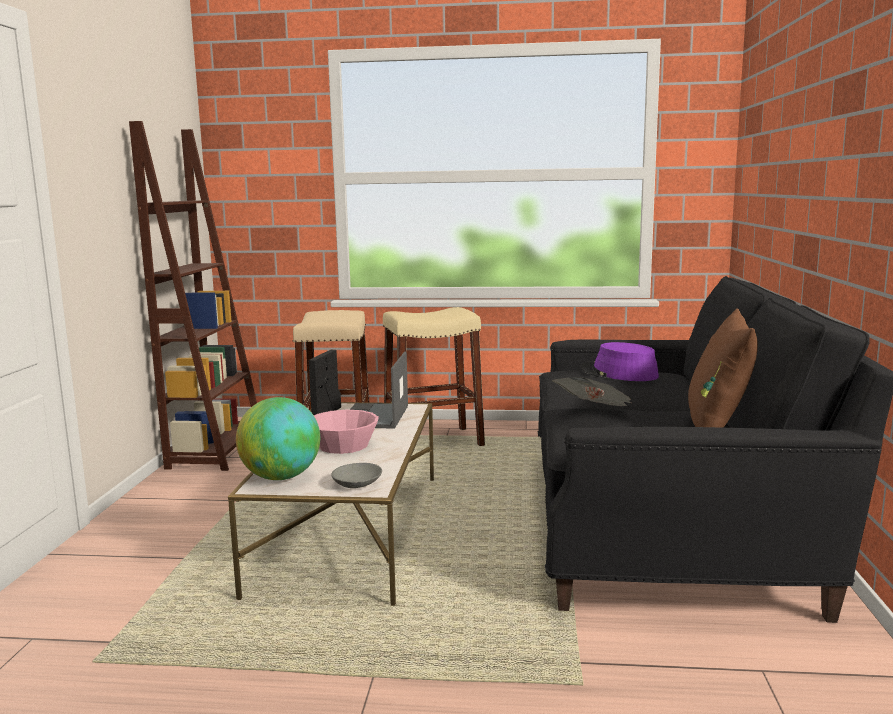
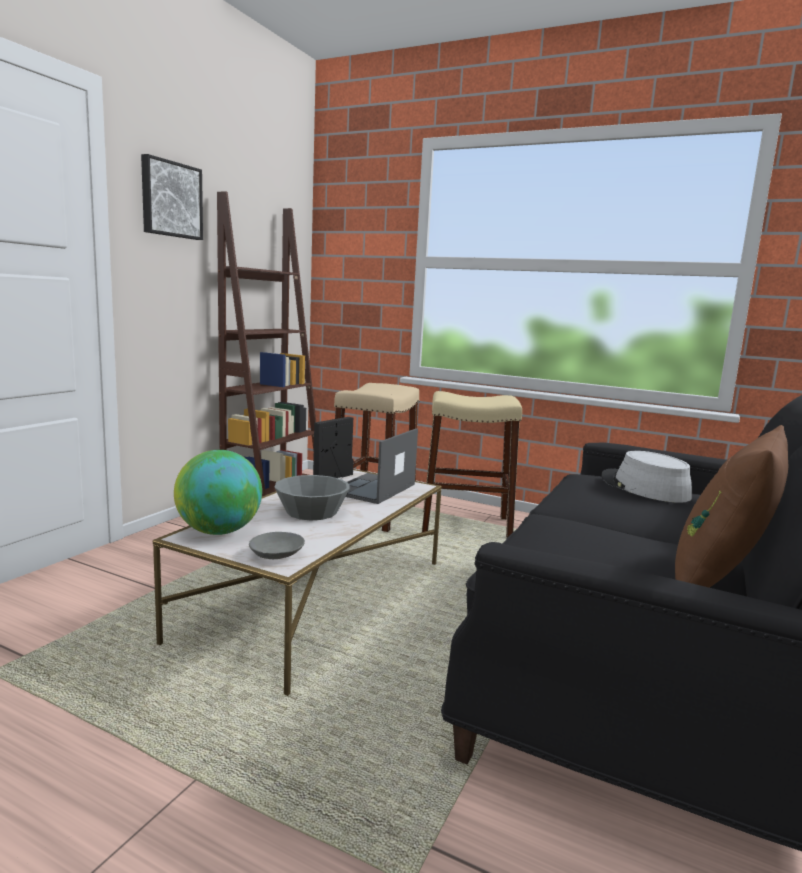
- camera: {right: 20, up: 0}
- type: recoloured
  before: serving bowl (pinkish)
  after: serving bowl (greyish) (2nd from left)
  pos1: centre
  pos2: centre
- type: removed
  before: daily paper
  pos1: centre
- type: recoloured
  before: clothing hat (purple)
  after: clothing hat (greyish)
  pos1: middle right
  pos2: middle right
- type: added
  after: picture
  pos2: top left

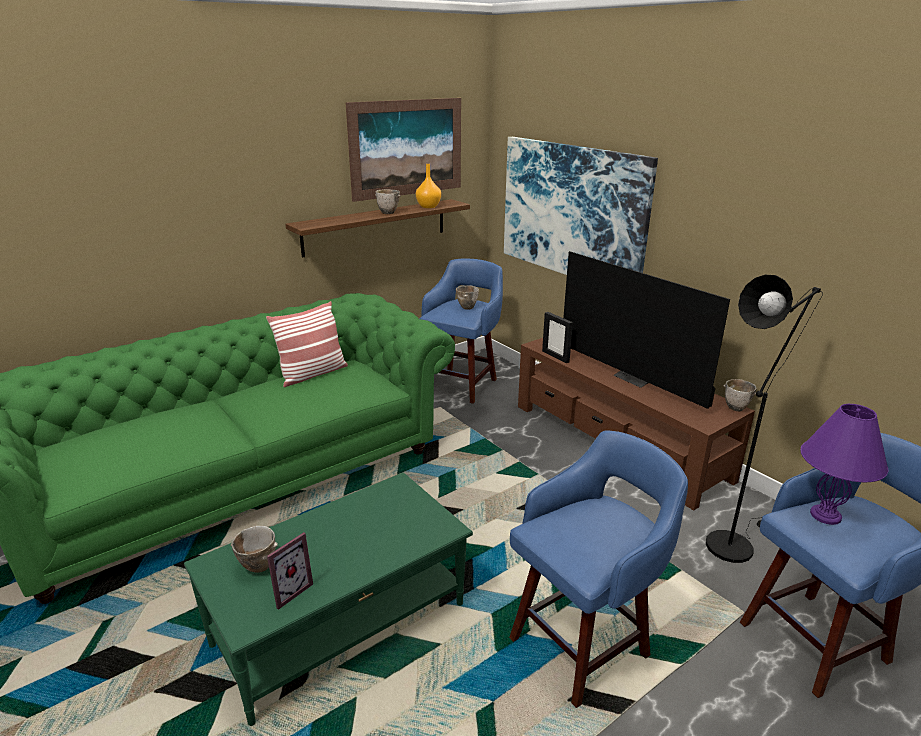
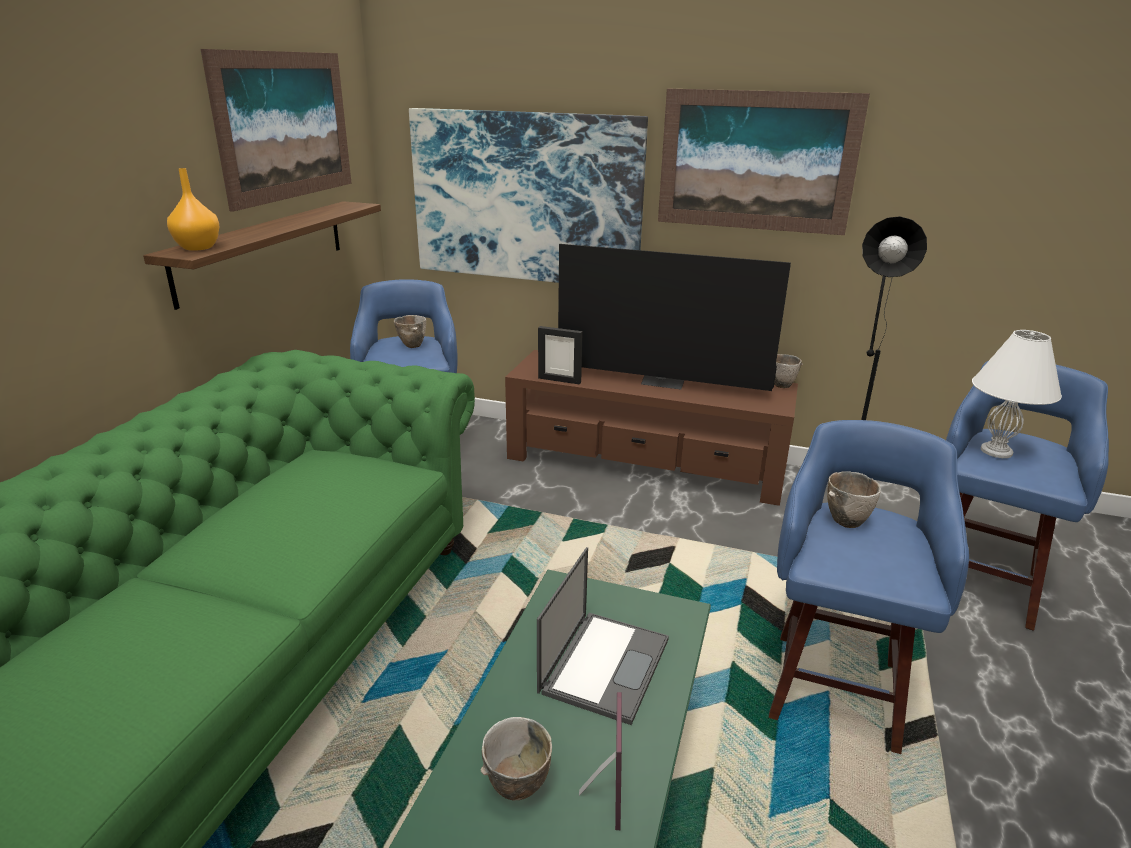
- camera: {right: -35, up: 0}
- type: removed
  before: throw pillow
  pos1: centre
- type: moved
  before: serving bowl (2nd from left in the first image)
  after: serving bowl (4th from left)
  pos1: top centre
  pos2: middle right
- type: moved
  before: vase (orange)
  pos1: top centre
  pos2: top left
- type: recoloured
  before: tabletop lamp (purple)
  after: tabletop lamp (white-coloured)
  pos1: middle right
  pos2: middle right
- type: added
  after: laptop
  pos2: bottom centre
- type: added
  after: picture (3rd from left)
  pos2: top right

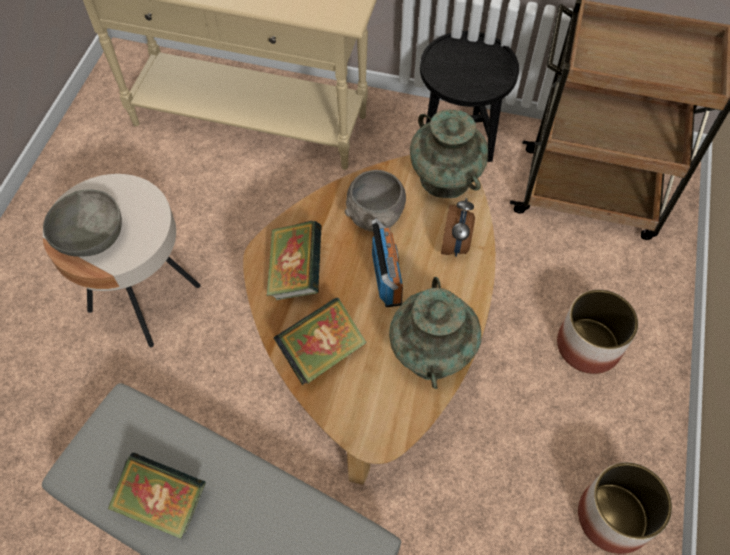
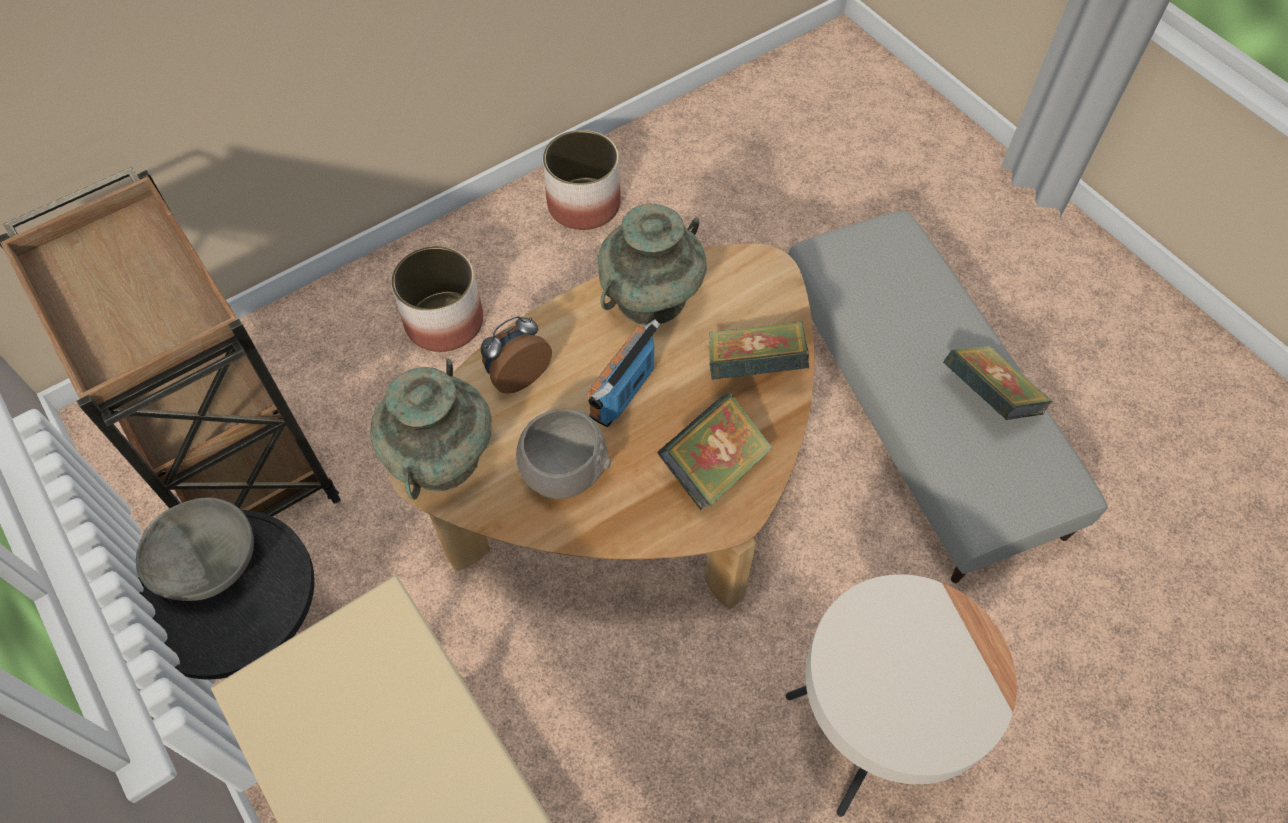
- camera: {right: -140, up: 0}
- type: moved
  before: serving bowl (greyish) (1st from left)
  pos1: middle left
  pos2: bottom left

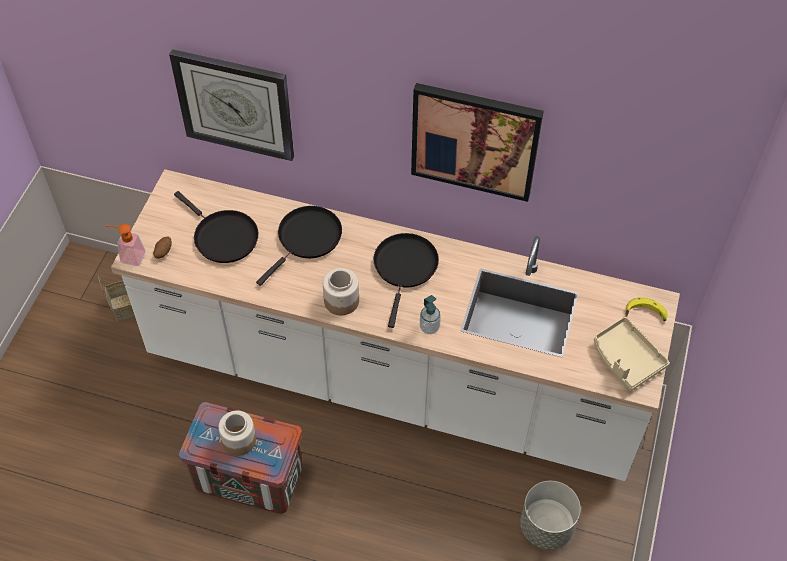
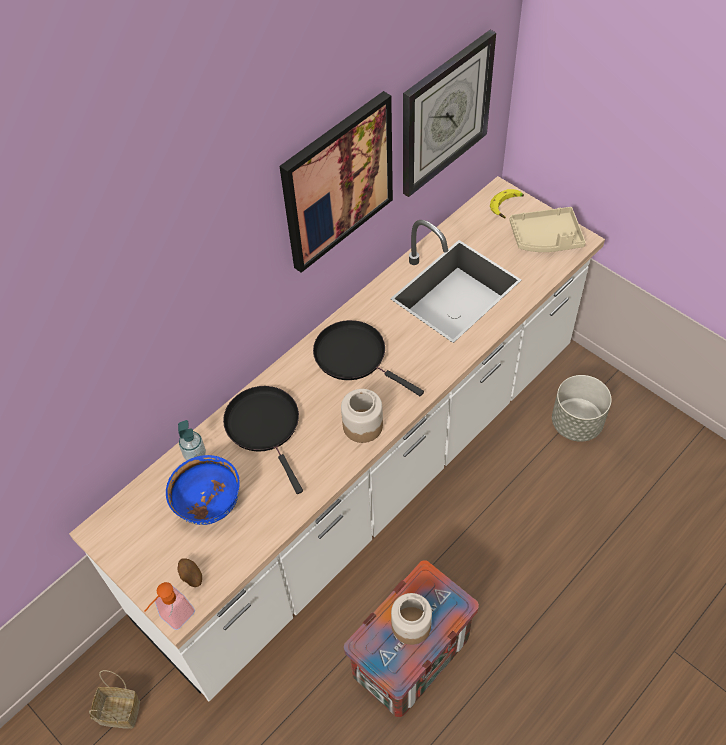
- camera: {right: -60, up: 0}
- type: moved
  before: hanging clock
  pos1: top left
  pos2: top centre
- type: replaced
  before: pan (black-coloured) (1st from left)
  after: serving bowl (blue-coloured)
  pos1: middle left
  pos2: middle left
- type: moved
  before: liquid soap bottle (2nd from left)
  pos1: centre
  pos2: middle left

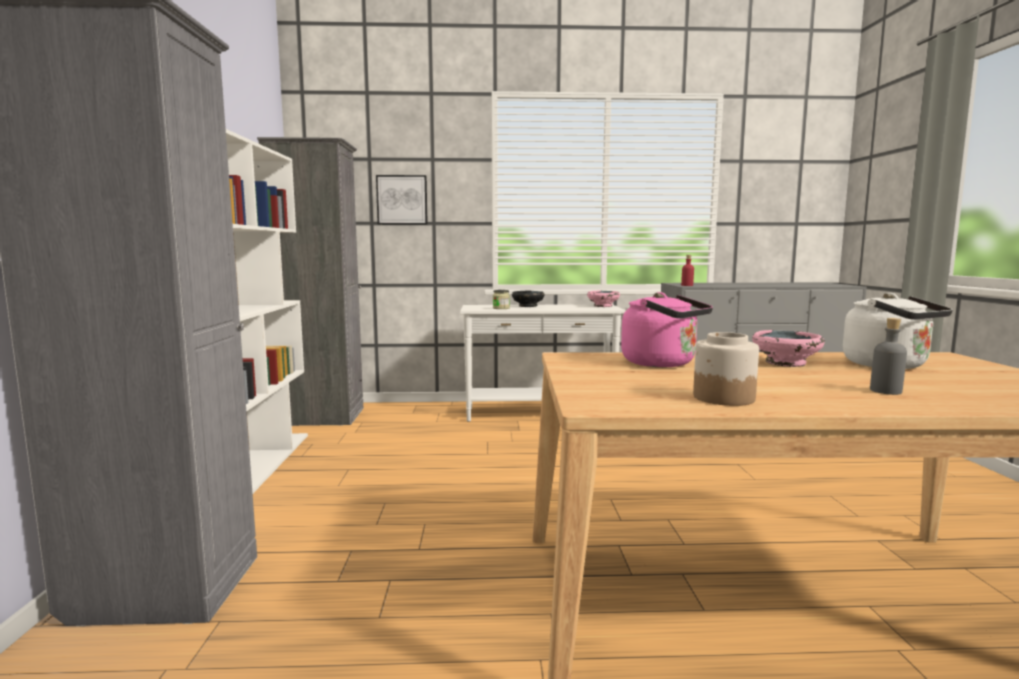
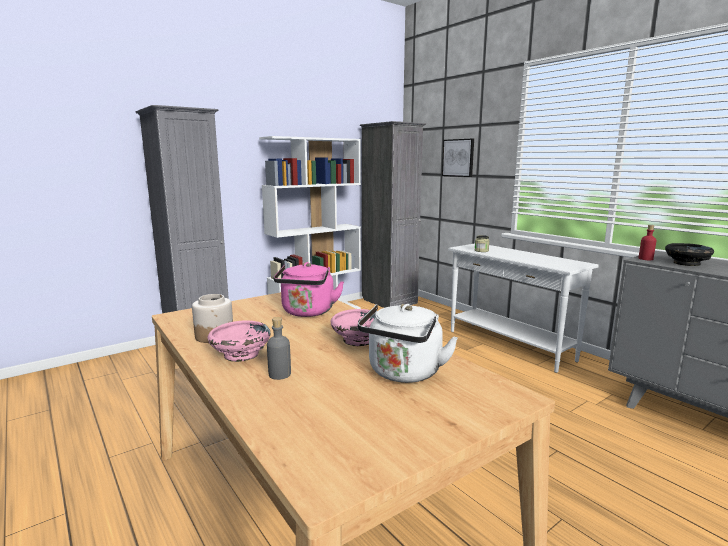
- camera: {right: 55, up: 5}
- type: moved
  before: serving bowl (black-coloured)
  pos1: centre
  pos2: middle right
- type: moved
  before: serving bowl (pinkish) (1st from left)
  pos1: centre
  pos2: middle left

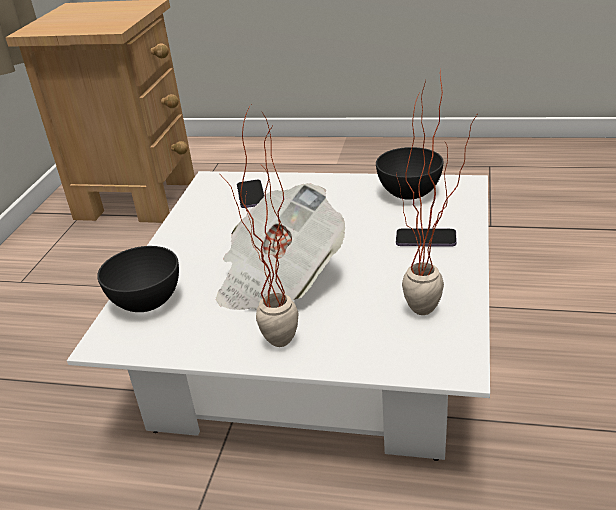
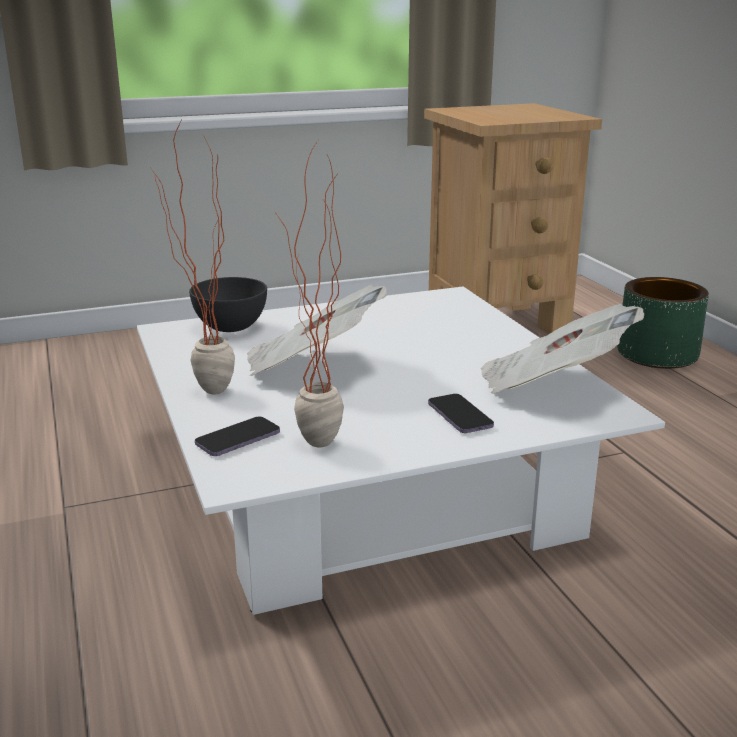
- camera: {right: 55, up: -10}
- type: moved
  before: handset (1st from left)
  pos1: centre
  pos2: middle left
- type: replaced
  before: serving bowl (greyish) (2nd from left)
  after: daily paper (2nd from left)
  pos1: centre
  pos2: middle right
- type: added
  after: flower pot (green)
  pos2: middle right

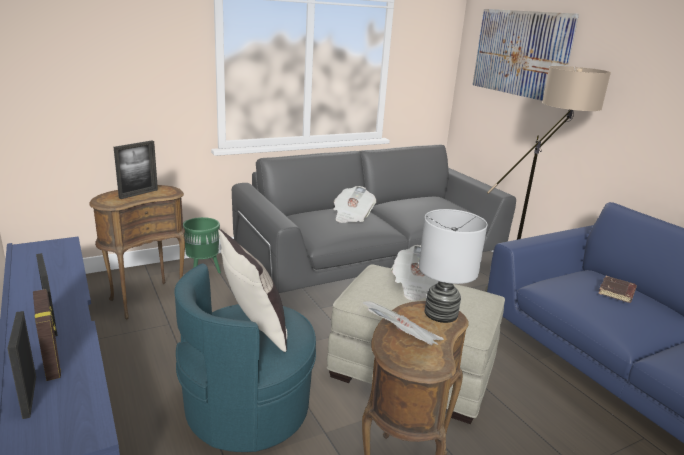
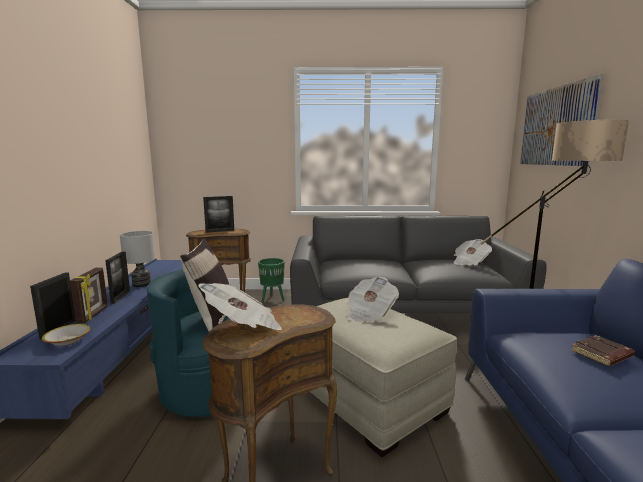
- camera: {right: 30, up: -10}
- type: moved
  before: daily paper (1st from left in the first image)
  after: daily paper (3rd from left)
  pos1: centre
  pos2: middle right
- type: moved
  before: tabletop lamp (greyish)
  pos1: centre
  pos2: middle left
- type: added
  after: serving bowl
  pos2: bottom left

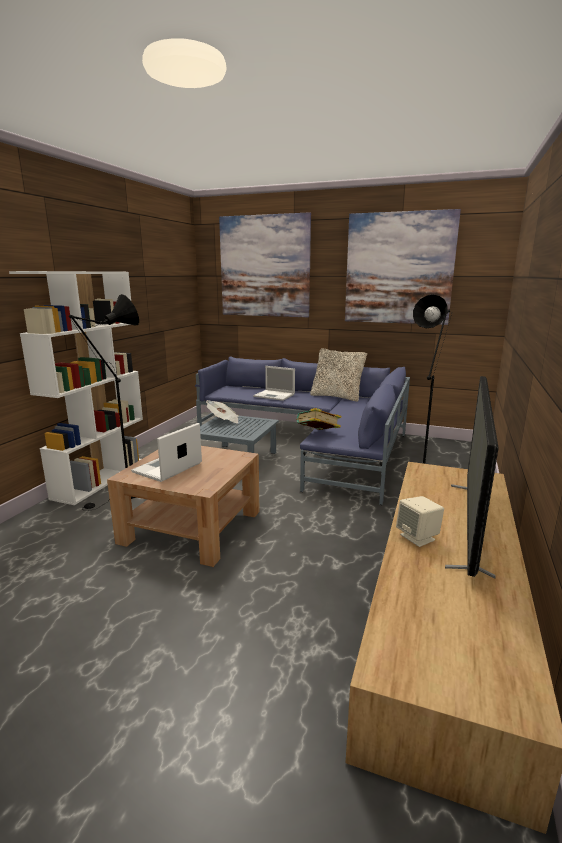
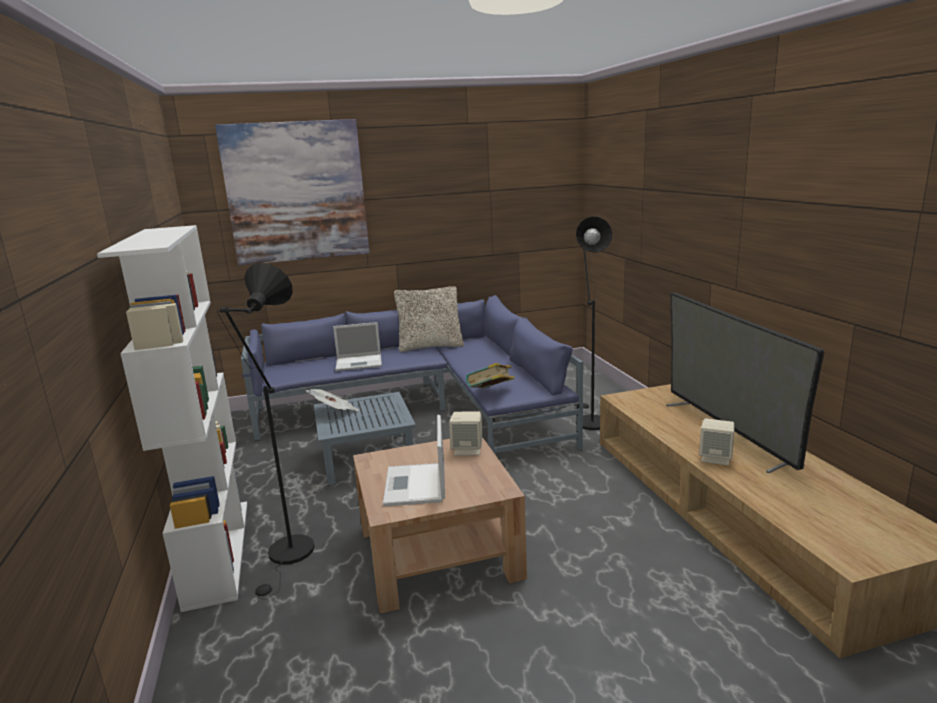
- camera: {right: -35, up: 0}
- type: removed
  before: picture (2nd from left)
  pos1: top right
- type: added
  after: audio speaker (sand-coloured) (1st from left)
  pos2: centre

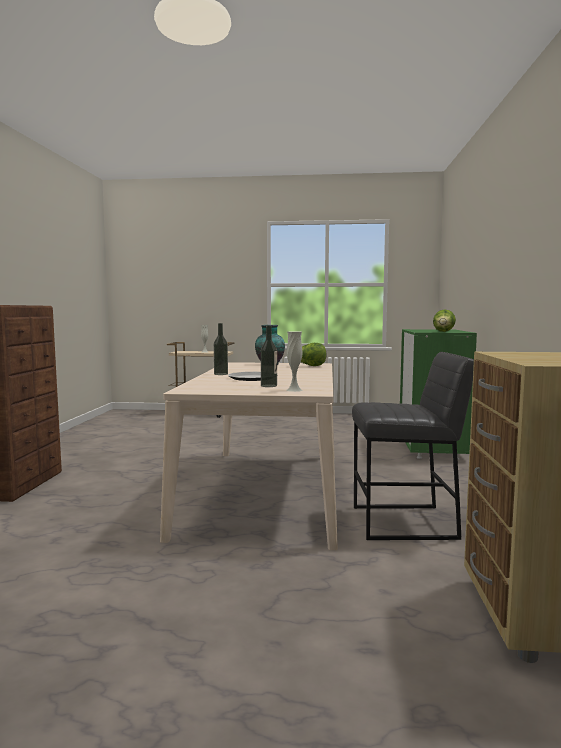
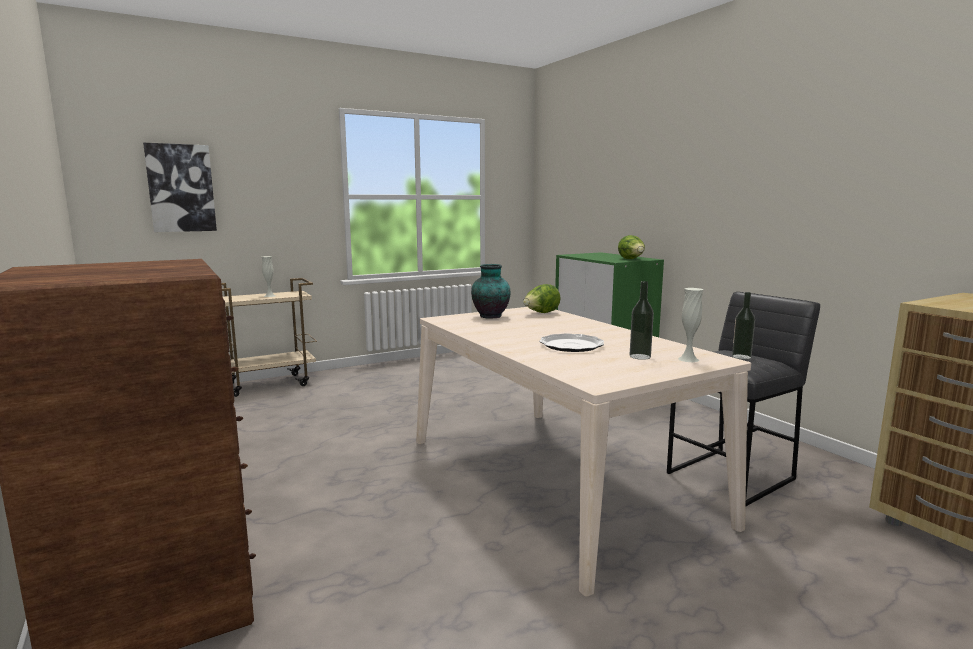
- camera: {right: -35, up: 5}
- type: moved
  before: beverage bottle (1st from left in the first image)
  after: beverage bottle (2nd from left)
  pos1: centre
  pos2: middle right
- type: added
  after: picture
  pos2: top left

